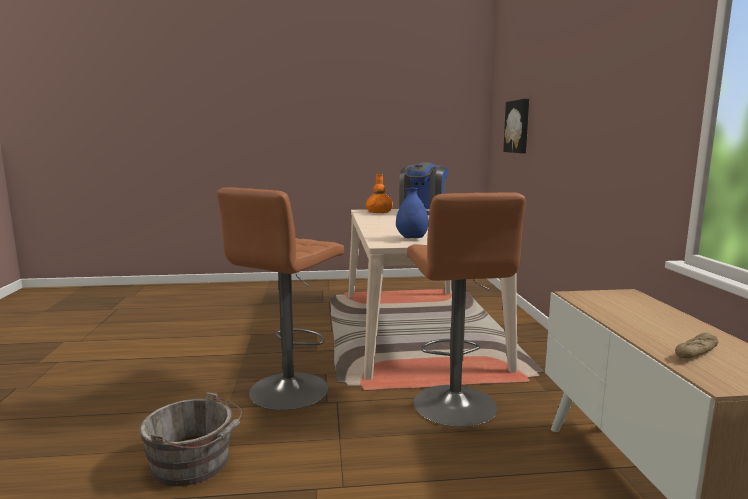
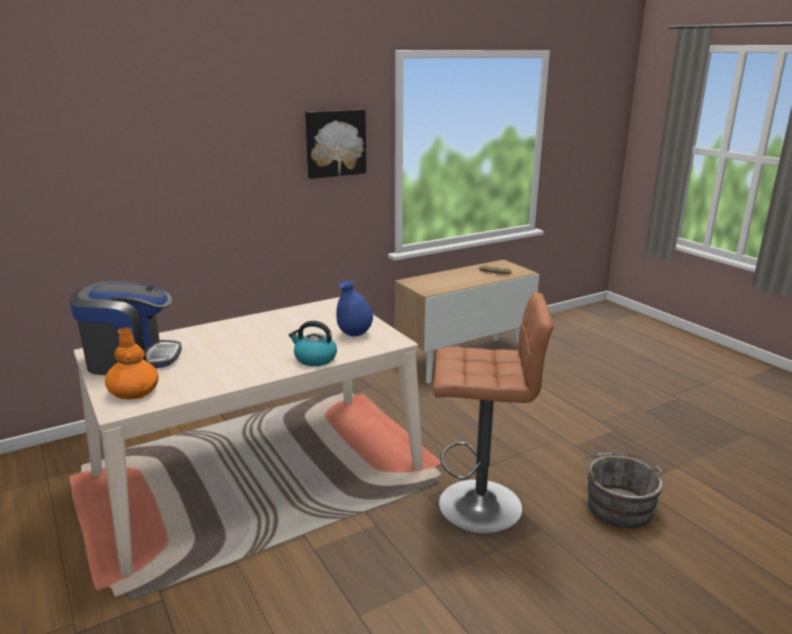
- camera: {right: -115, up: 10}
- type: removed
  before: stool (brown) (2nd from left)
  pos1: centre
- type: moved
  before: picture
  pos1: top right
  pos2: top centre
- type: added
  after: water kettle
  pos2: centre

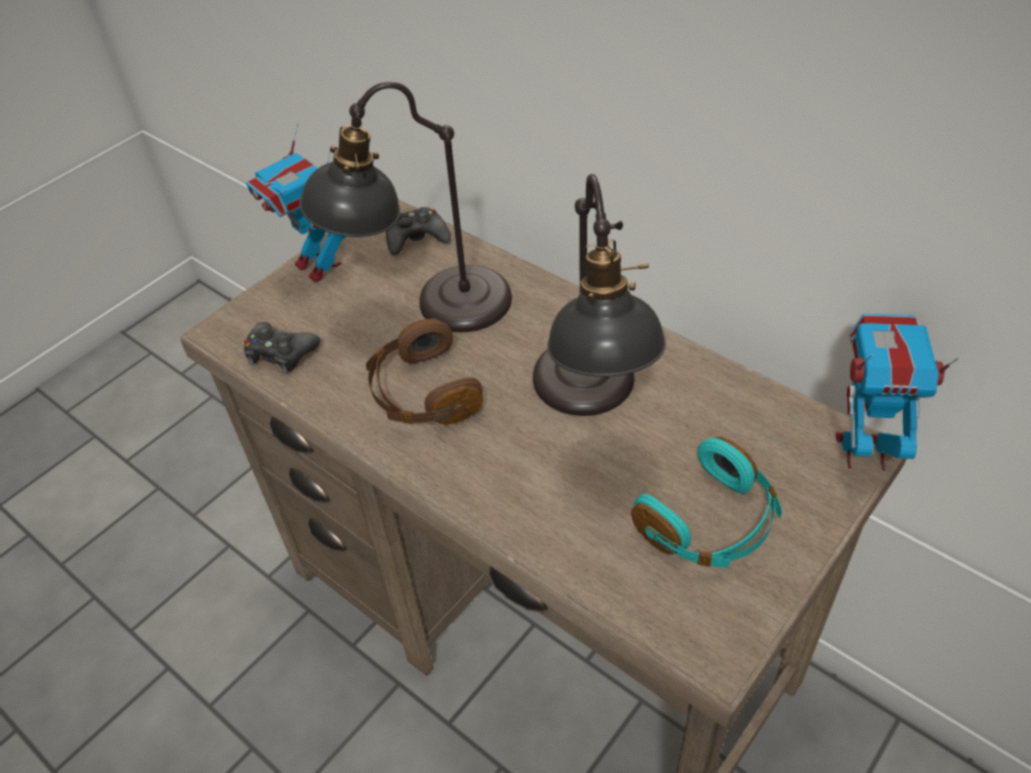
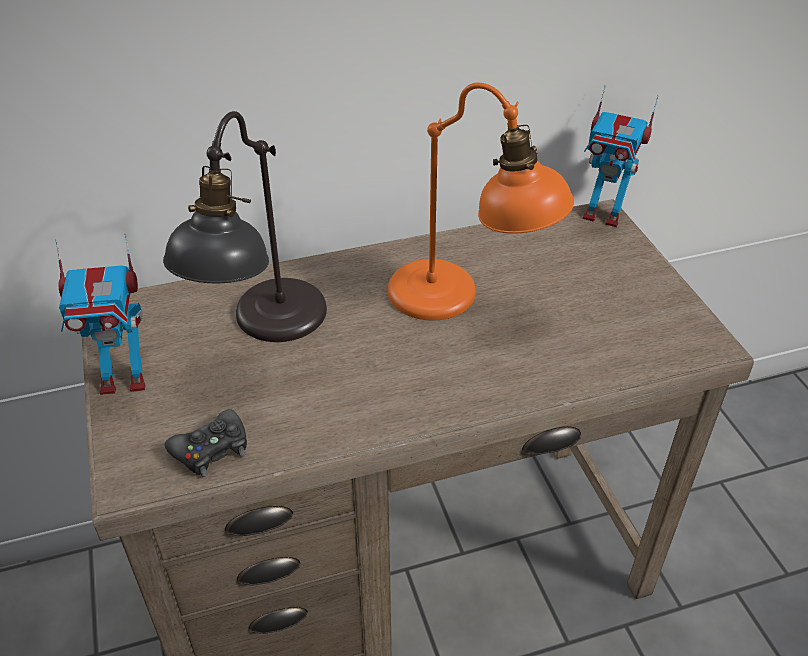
- camera: {right: -60, up: -5}
- type: removed
  before: headset (brown)
  pos1: centre
- type: removed
  before: game controller (black-coloured) (2nd from left)
  pos1: top centre
- type: recoloured
  before: tabletop lamp (greyish) (2nd from left)
  after: tabletop lamp (orange)
  pos1: centre
  pos2: top centre
- type: removed
  before: headset (turquoise-coloured)
  pos1: middle right
- type: turned
  before: model robot (2nd from left)
  pos1: middle right
  pos2: top right
  turn: -105

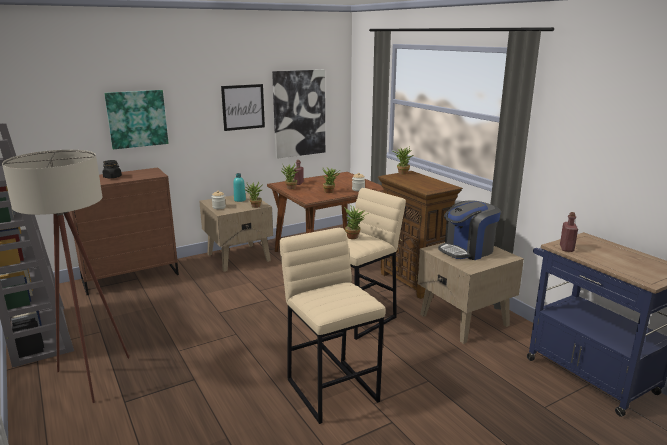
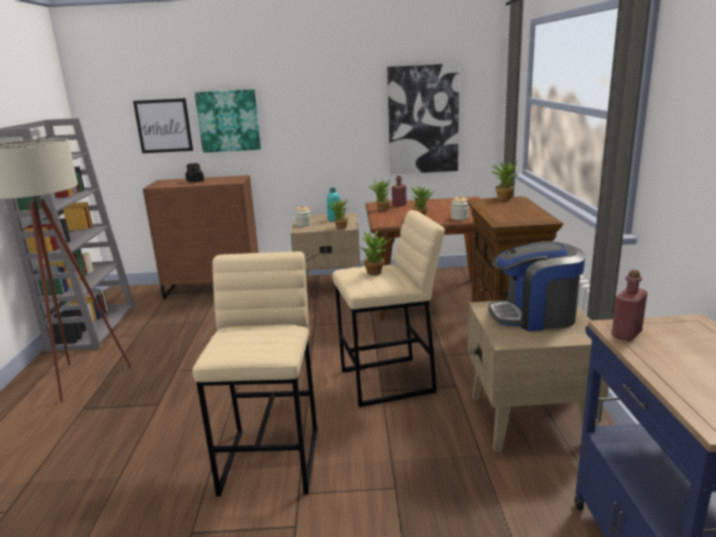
- camera: {right: 30, up: 0}
- type: moved
  before: picture (2nd from left in the first image)
  after: picture (1st from left)
  pos1: top centre
  pos2: top left

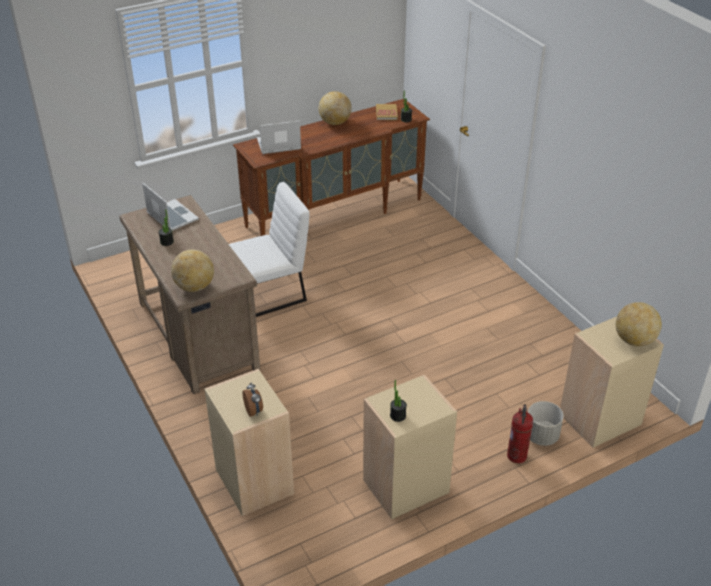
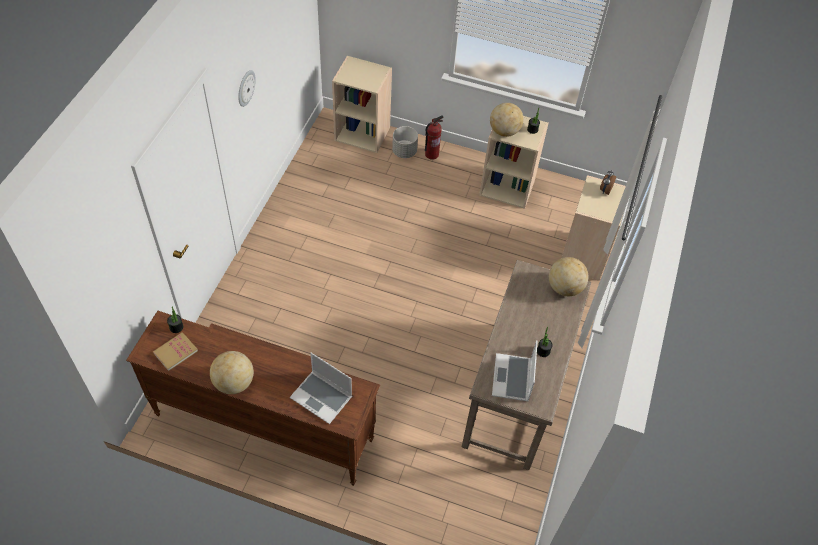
- camera: {right: -135, up: 15}
- type: removed
  before: plain chair (white-coloured)
  pos1: centre
- type: moved
  before: world globe (3rd from left in the first image)
  after: world globe (2nd from left)
  pos1: middle right
  pos2: top centre
- type: added
  after: hanging clock
  pos2: top left

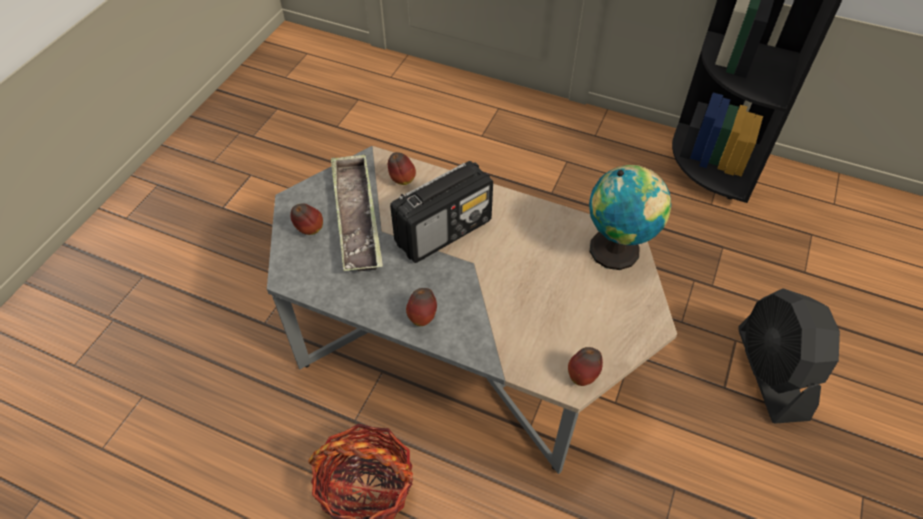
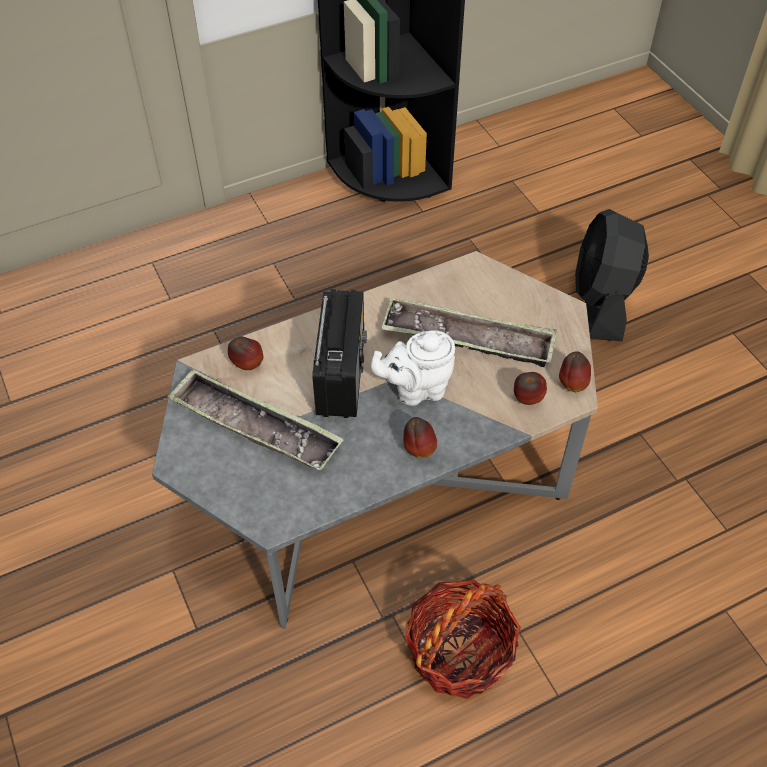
- camera: {right: -50, up: 0}
- type: moved
  before: apple fruit (1st from left in the first image)
  after: apple fruit (3rd from left)
  pos1: middle left
  pos2: middle right
- type: removed
  before: world globe
  pos1: middle right
- type: turned
  before: electric fan (black-coloured)
  pos1: bottom right
  pos2: middle right
  turn: 60
- type: added
  after: tea pot (white-coloured)
  pos2: centre
- type: added
  after: tray (2nd from left)
  pos2: centre

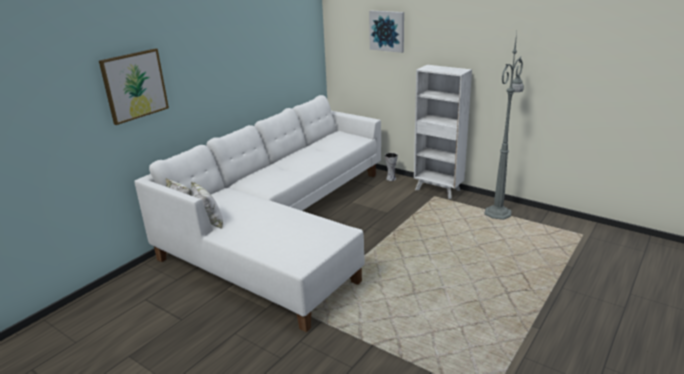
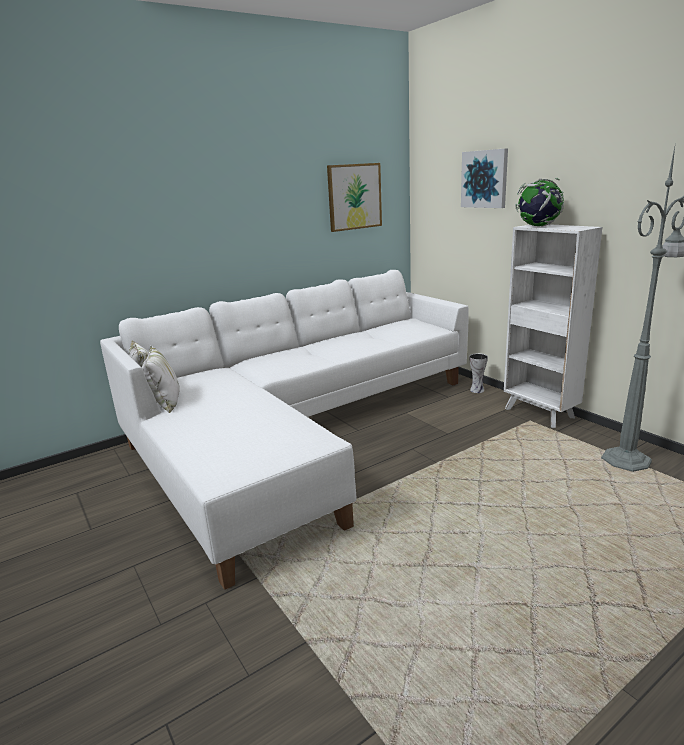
- camera: {right: 20, up: -5}
- type: moved
  before: picture (1st from left)
  pos1: top left
  pos2: top centre
- type: added
  after: world globe
  pos2: top right

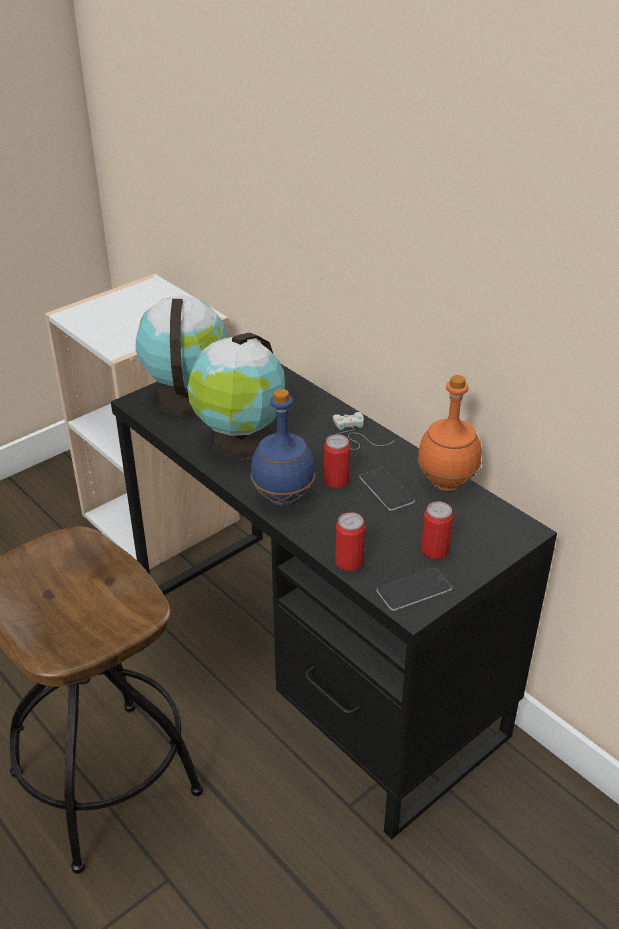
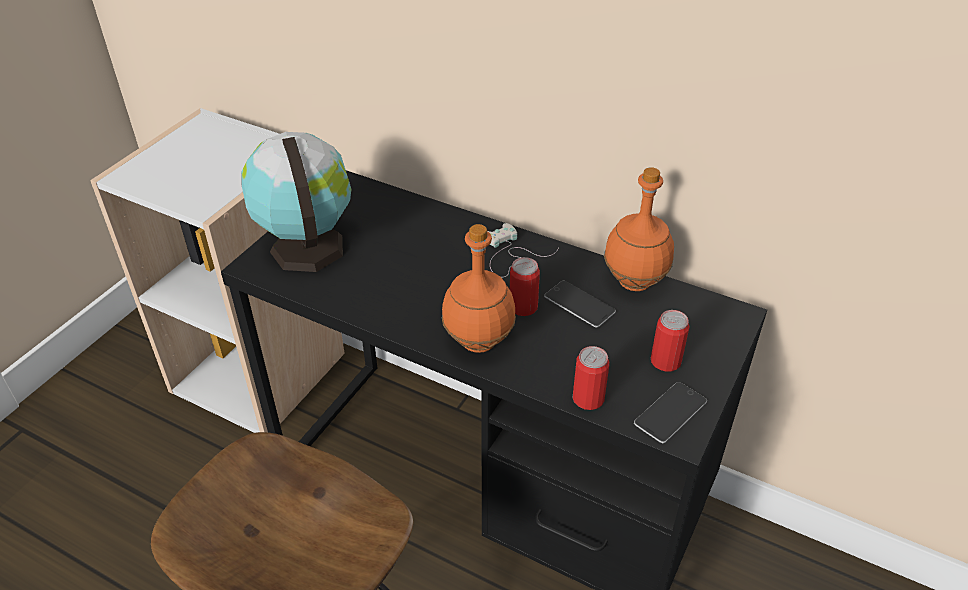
- camera: {right: -20, up: 5}
- type: removed
  before: world globe (2nd from left)
  pos1: centre
- type: recoloured
  before: beverage bottle (blue-coloured)
  after: beverage bottle (orange) (1st from left)
  pos1: centre
  pos2: centre

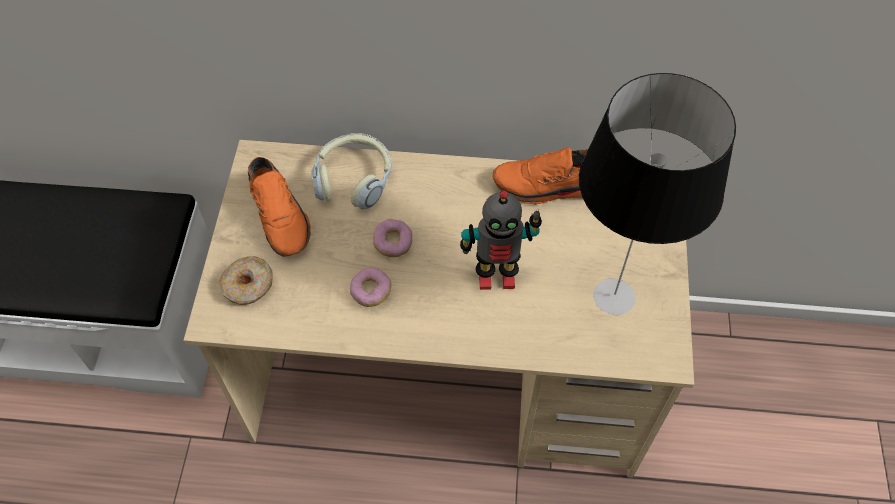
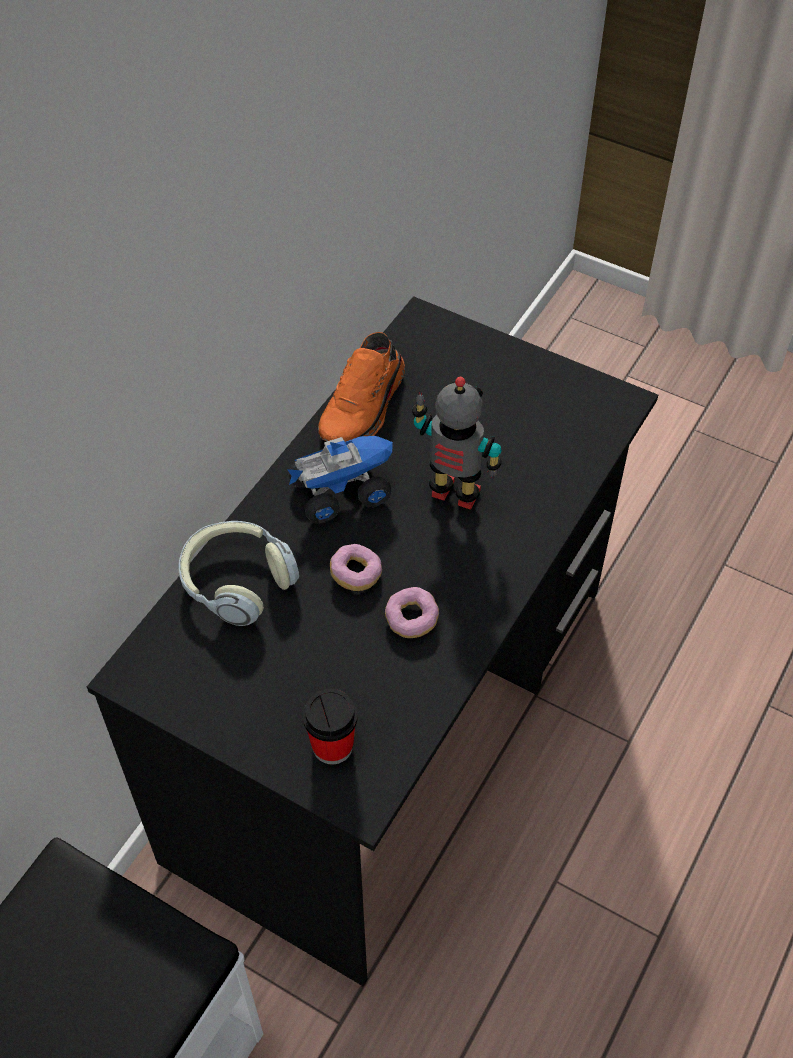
- camera: {right: -65, up: -5}
- type: recoloured
  before: desk table (sand-coloured)
  after: desk table (black-coloured)
  pos1: centre
  pos2: centre
- type: replaced
  before: doughnut (1st from left)
  after: drinking cup
  pos1: middle left
  pos2: bottom centre
- type: removed
  before: low shoe (orange) (1st from left)
  pos1: middle left
- type: turned
  before: model robot
  pos1: centre
  pos2: centre
  turn: -90
- type: removed
  before: tabletop lamp
  pos1: middle right
- type: added
  after: model truck
  pos2: centre

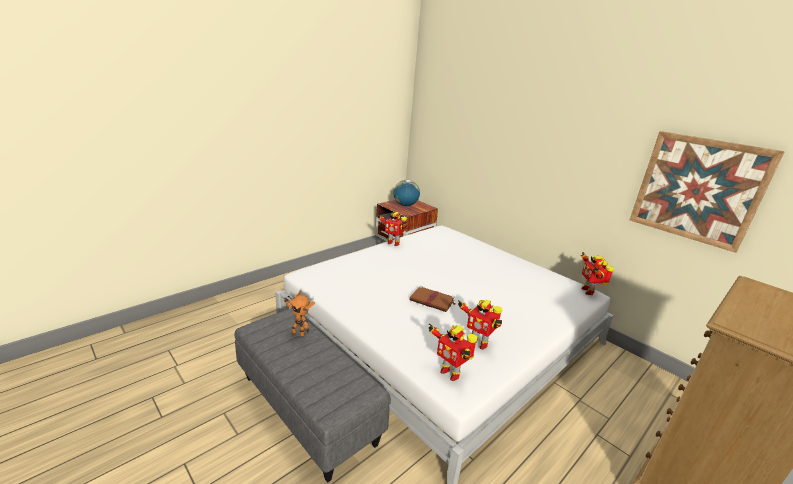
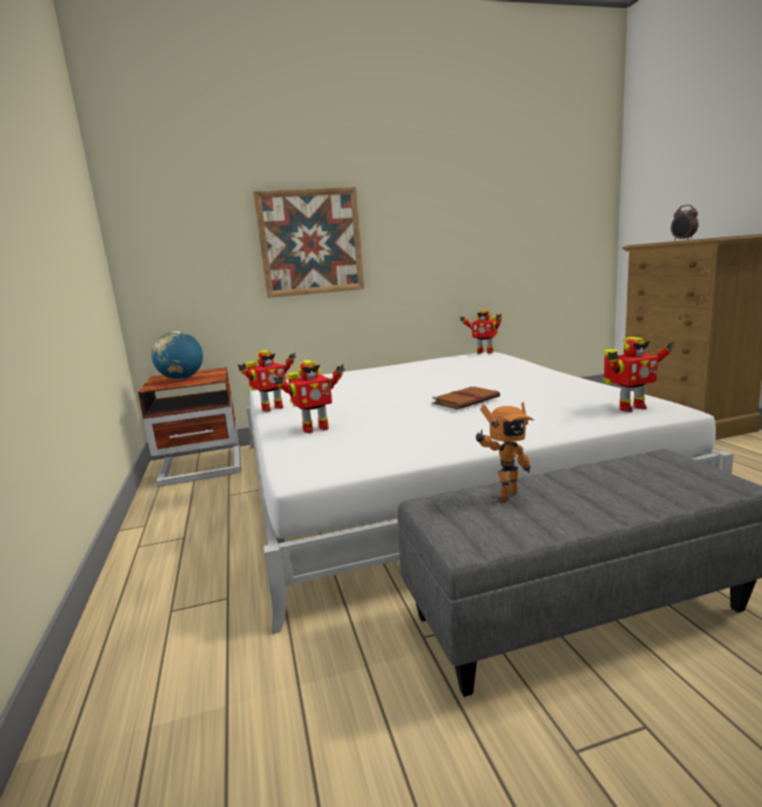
- camera: {right: -60, up: -10}
- type: moved
  before: model robot (4th from left in the first image)
  after: model robot (2nd from left)
  pos1: bottom centre
  pos2: centre
- type: moved
  before: picture
  pos1: middle right
  pos2: top centre
- type: added
  after: alarm clock
  pos2: top right

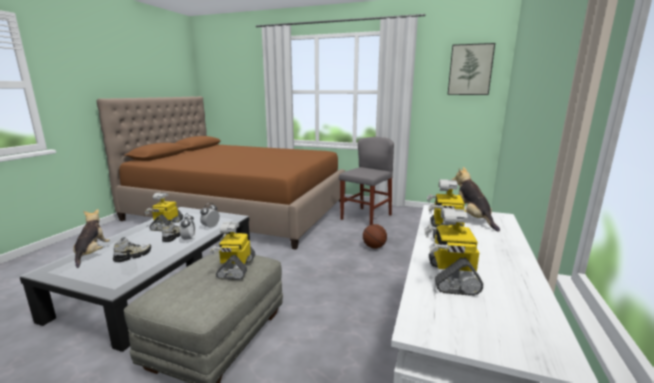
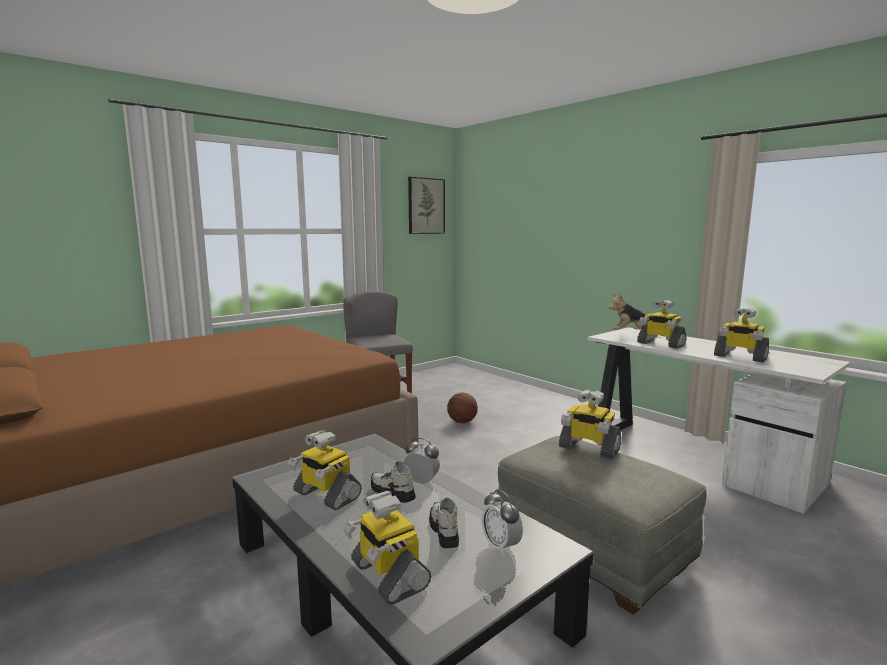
- camera: {right: -60, up: -5}
- type: replaced
  before: soft toy (1st from left)
  after: model robot (2nd from left)
  pos1: middle left
  pos2: bottom centre
- type: moved
  before: alarm clock (2nd from left)
  pos1: middle left
  pos2: bottom centre

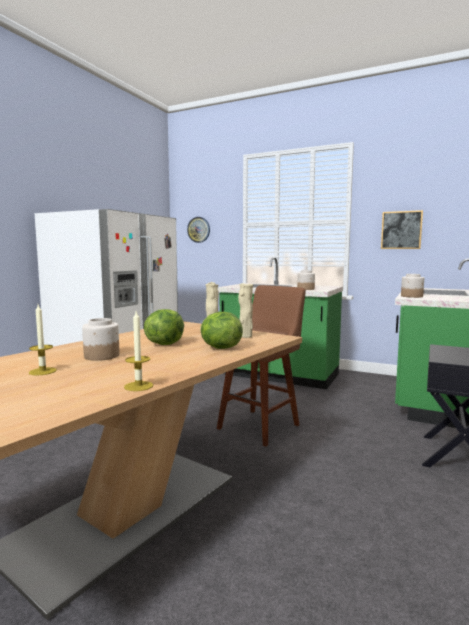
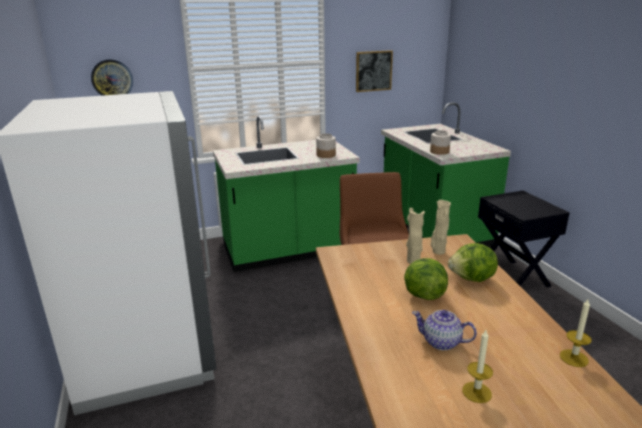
- camera: {right: -45, up: 15}
- type: replaced
  before: storage jar (1st from left)
  after: tea pot
  pos1: middle left
  pos2: bottom right

